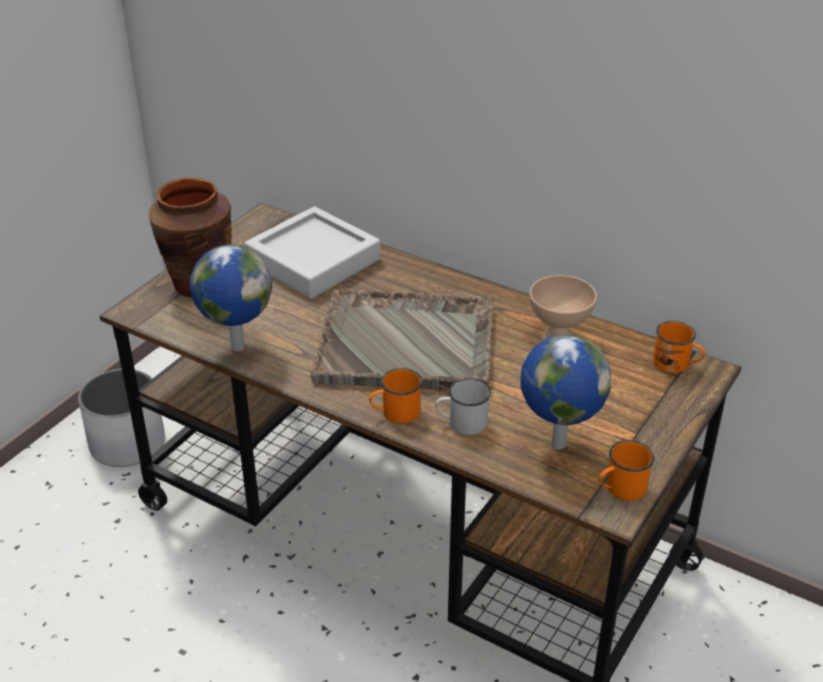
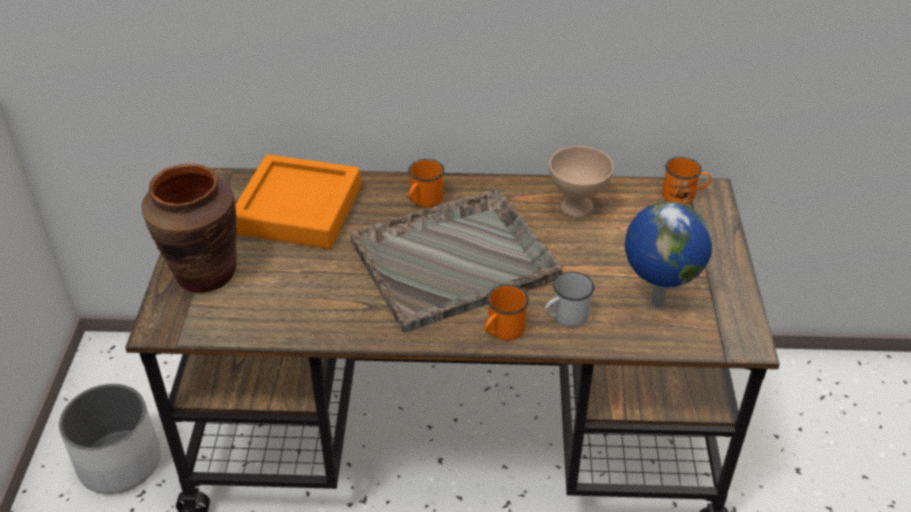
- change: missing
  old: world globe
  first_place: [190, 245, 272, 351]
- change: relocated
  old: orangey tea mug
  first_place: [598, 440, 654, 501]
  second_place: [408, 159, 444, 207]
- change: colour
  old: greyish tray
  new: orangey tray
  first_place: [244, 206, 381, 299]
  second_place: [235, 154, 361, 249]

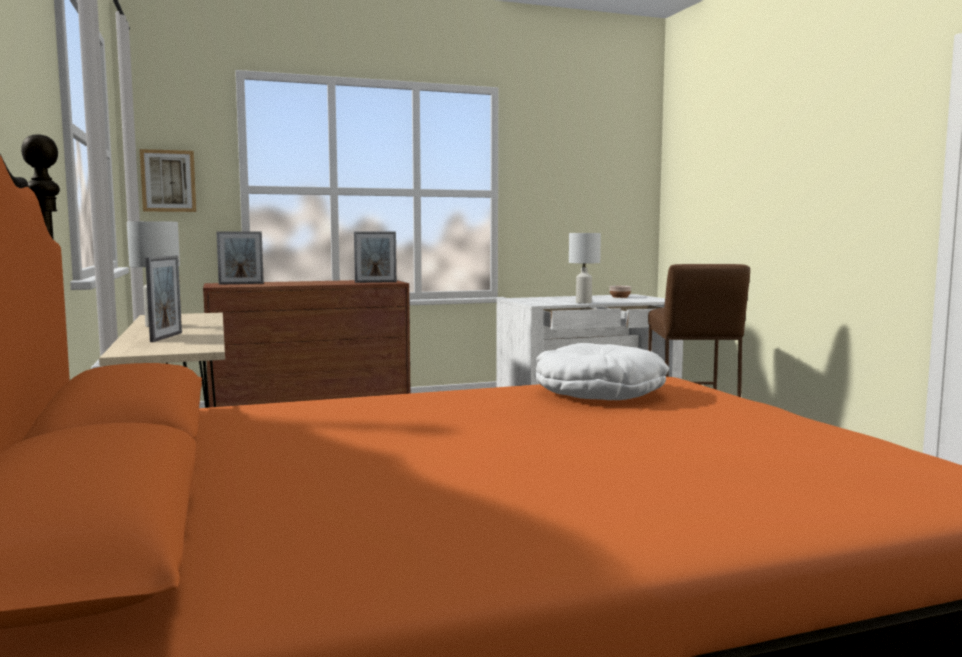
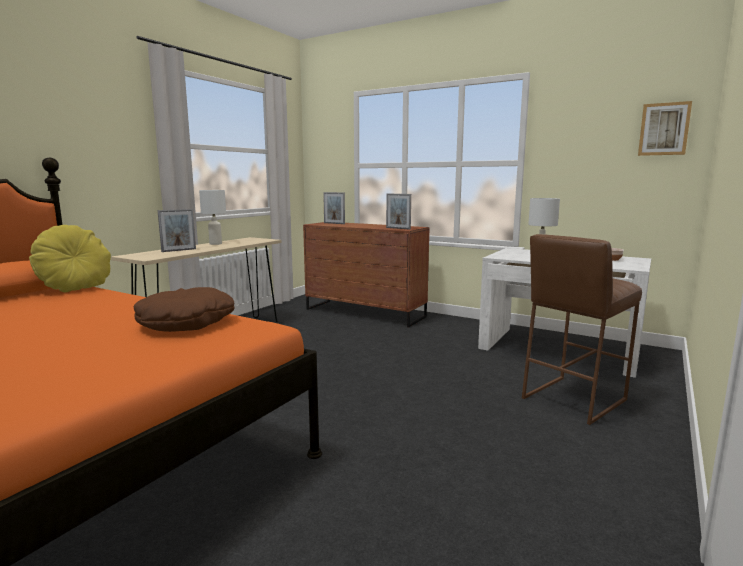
- change: appeared
  new: yellowish throw pillow
  second_place: [29, 225, 111, 292]
- change: relocated
  old: wall art
  first_place: [140, 149, 196, 212]
  second_place: [638, 101, 692, 156]
- change: colour
  old: whitish throw pillow
  new: brown throw pillow
  first_place: [535, 343, 669, 400]
  second_place: [134, 287, 235, 332]

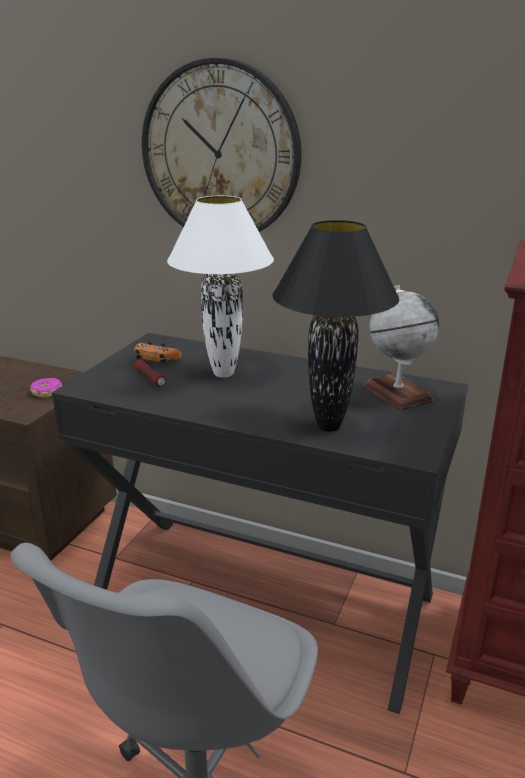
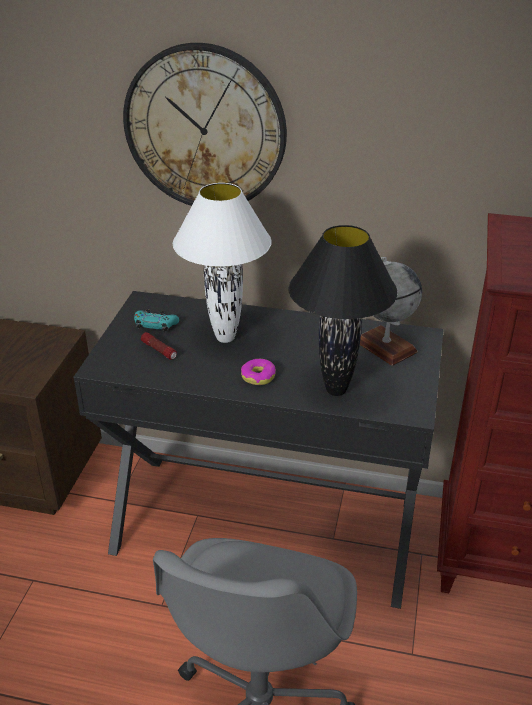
- change: relocated
  old: ring doughnut
  first_place: [30, 378, 62, 397]
  second_place: [241, 359, 276, 385]
- change: colour
  old: orangey game controller
  new: turquoise-coloured game controller
  first_place: [134, 341, 182, 364]
  second_place: [134, 309, 179, 332]

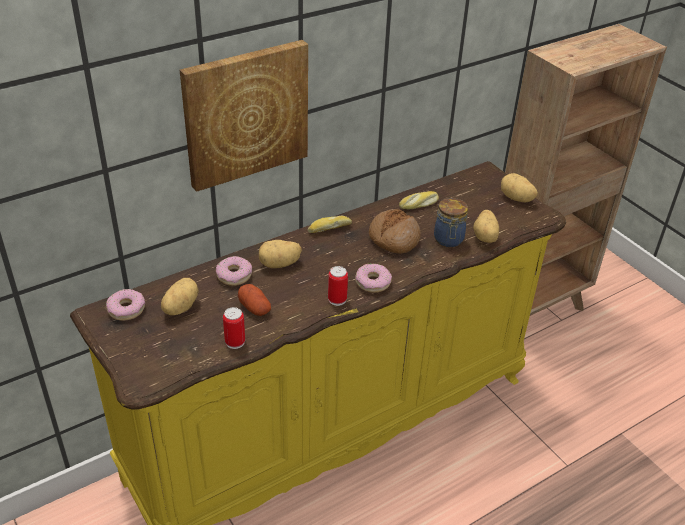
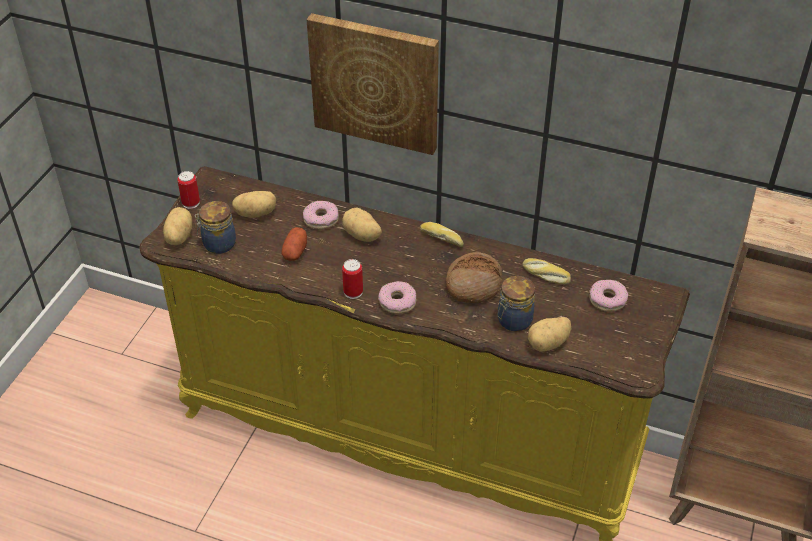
- change: appeared
  new: preserve jar
  second_place: [195, 201, 236, 254]
- change: relocated
  old: ring doughnut
  first_place: [106, 289, 145, 321]
  second_place: [589, 280, 628, 312]
- change: relocated
  old: sealed can
  first_place: [223, 307, 245, 349]
  second_place: [177, 171, 200, 209]
- change: relocated
  old: spud
  first_place: [501, 173, 538, 202]
  second_place: [163, 207, 193, 245]

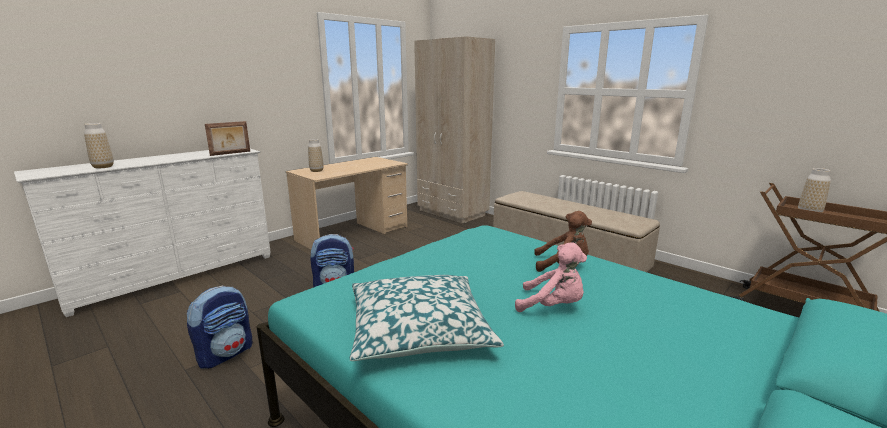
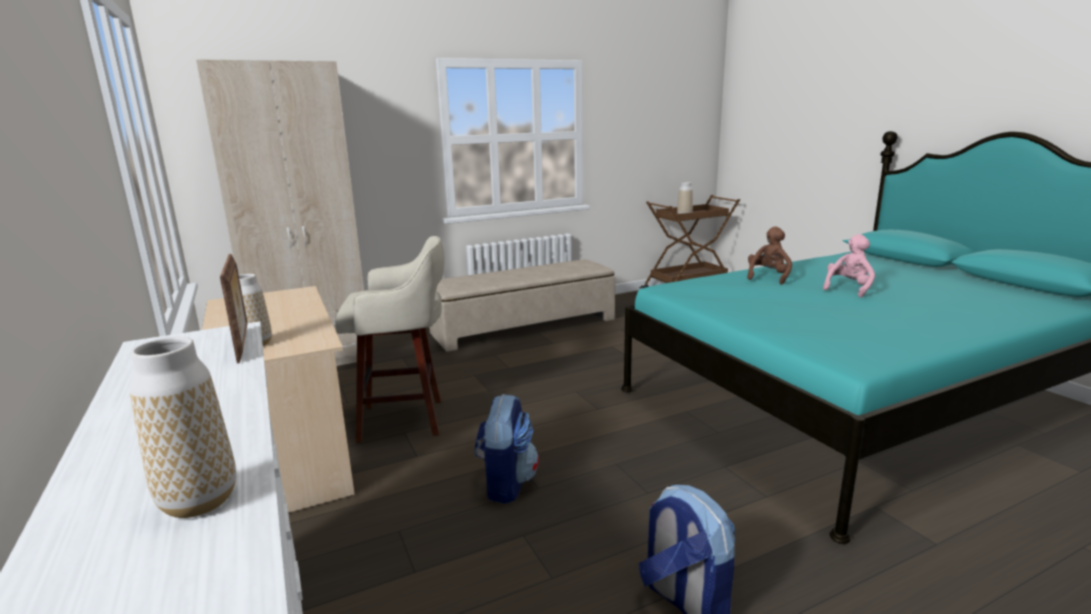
- change: missing
  old: throw pillow
  first_place: [350, 275, 504, 361]
- change: appeared
  new: sand-coloured stool seat
  second_place: [335, 236, 445, 443]

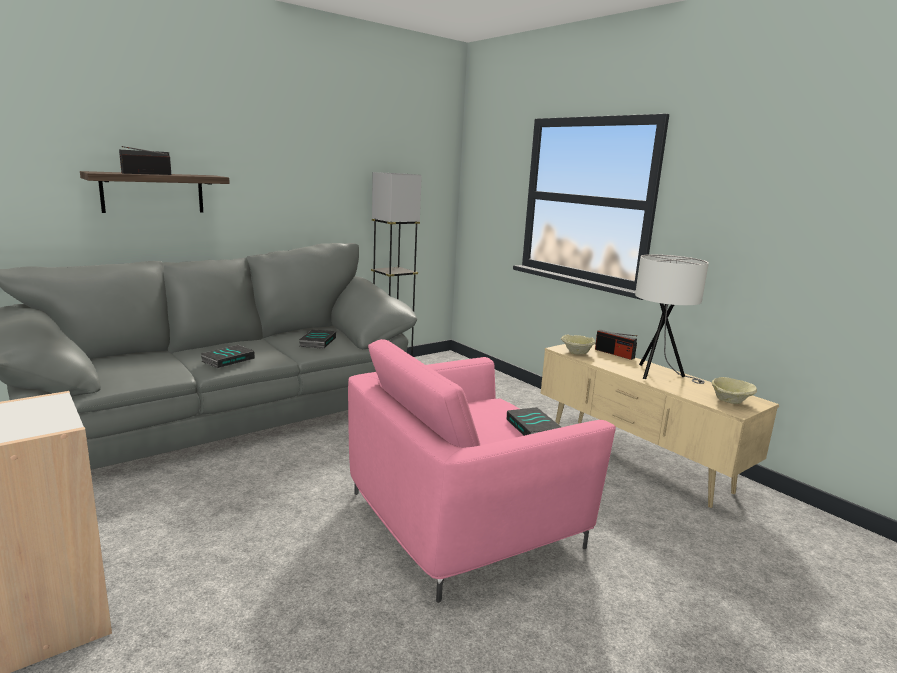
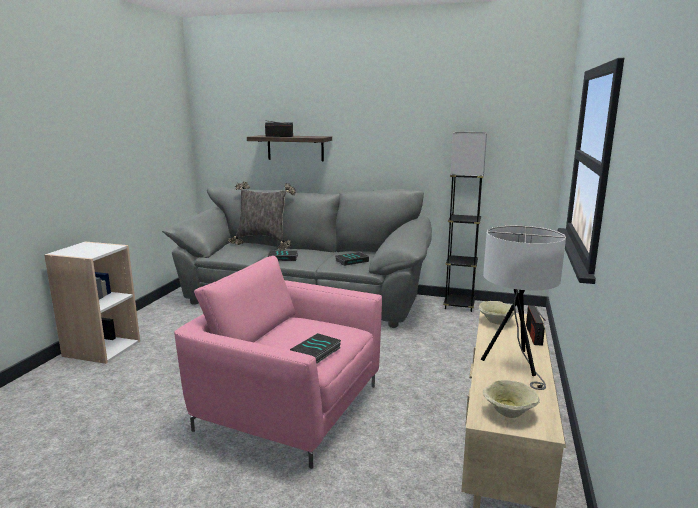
- change: appeared
  new: throw pillow
  second_place: [228, 182, 296, 250]

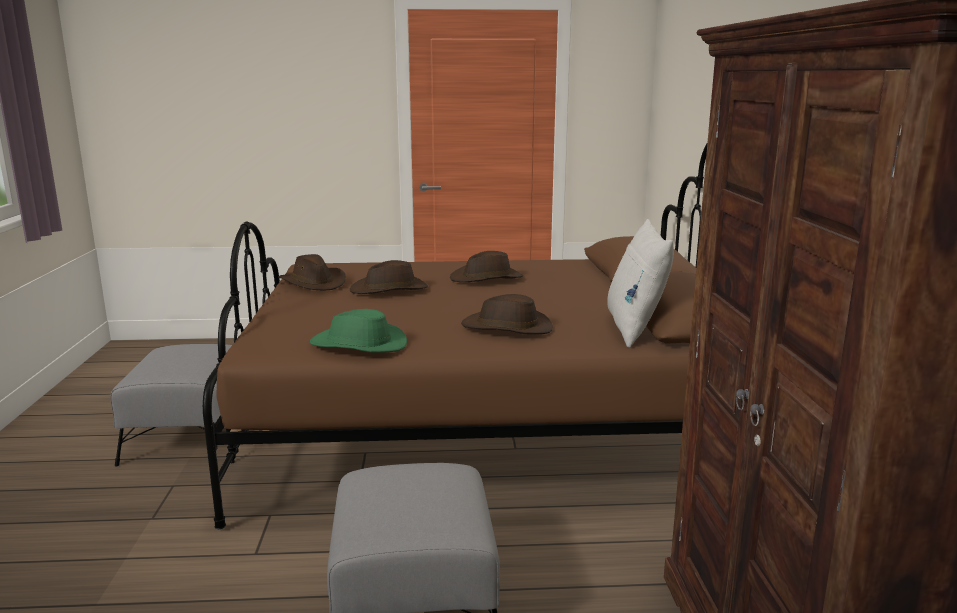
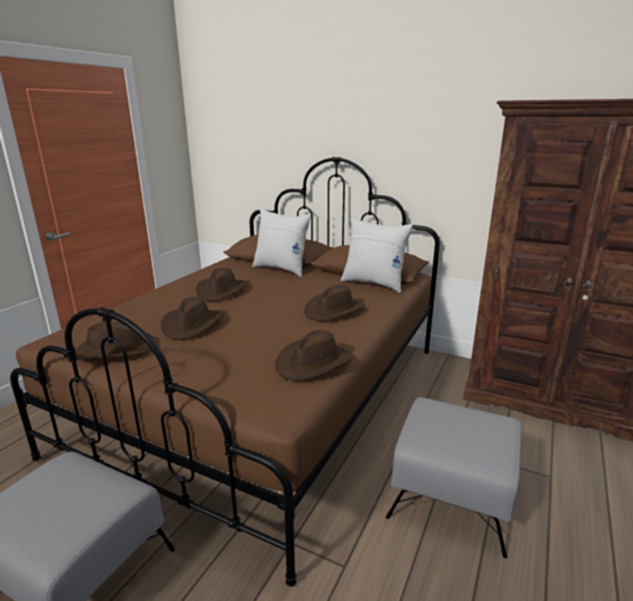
- change: appeared
  new: greyish throw pillow
  second_place: [252, 209, 311, 277]
- change: colour
  old: green-coloured hat
  new: brown hat
  first_place: [310, 309, 407, 352]
  second_place: [275, 330, 353, 381]

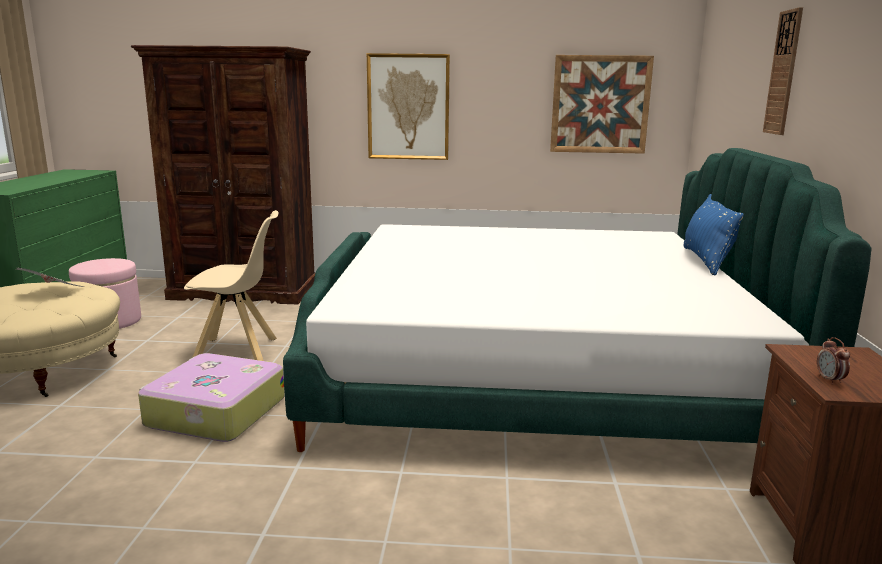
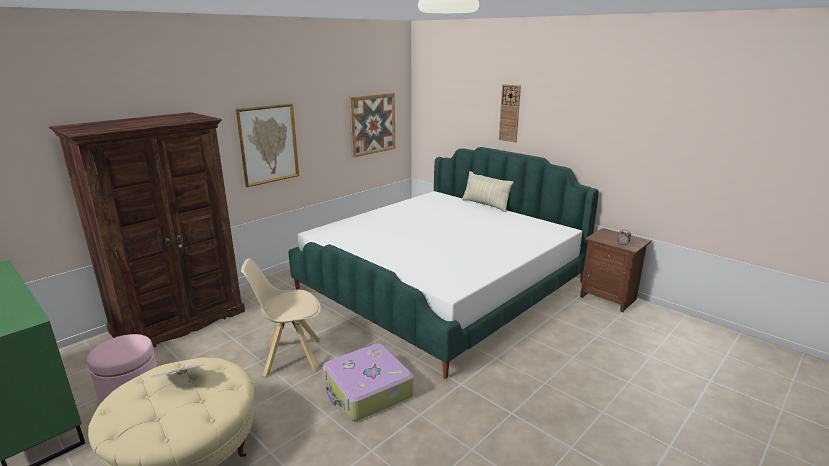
- change: colour
  old: blue-coloured throw pillow
  new: sand-coloured throw pillow
  first_place: [684, 194, 744, 275]
  second_place: [462, 171, 513, 212]
- change: spun
  old: sand-coloured plain chair
  first_place: [184, 210, 279, 361]
  second_place: [241, 258, 321, 377]
  degrees: -135

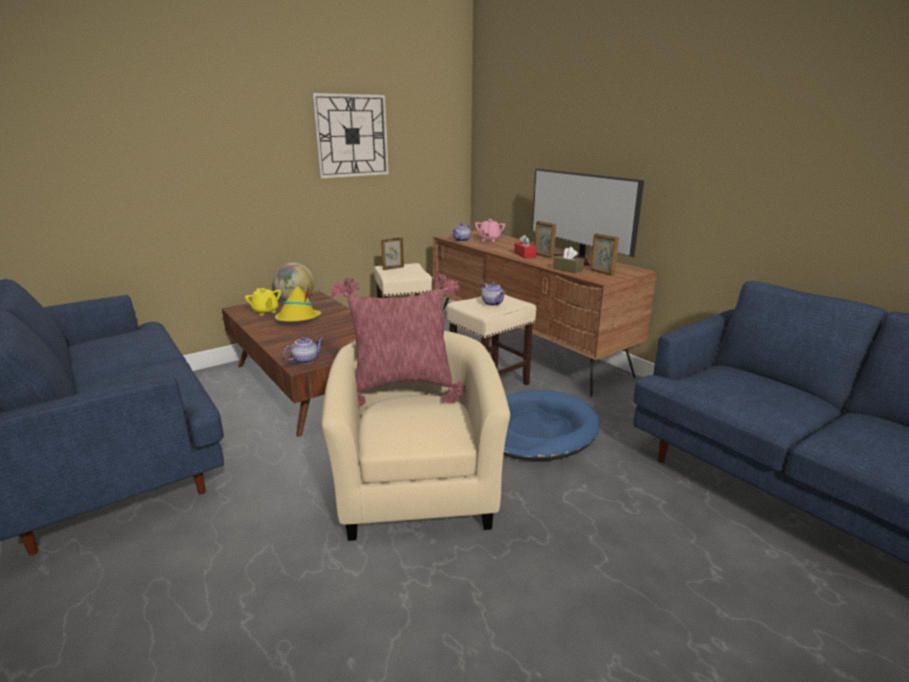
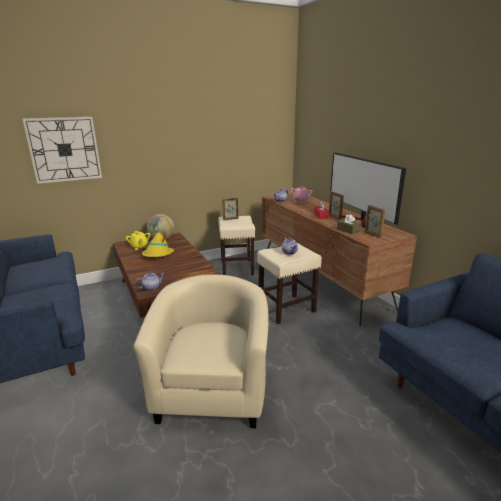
- change: missing
  old: red throw pillow
  first_place: [330, 273, 466, 406]
- change: missing
  old: blue-coloured dog cushion
  first_place: [504, 390, 599, 461]
- change: relocated
  old: clock on the wall
  first_place: [312, 93, 389, 178]
  second_place: [23, 117, 102, 184]

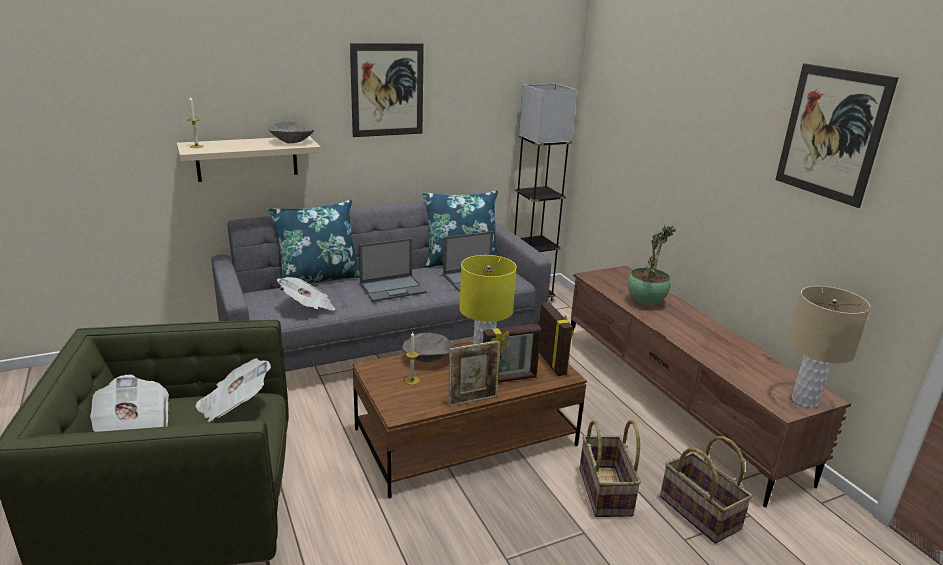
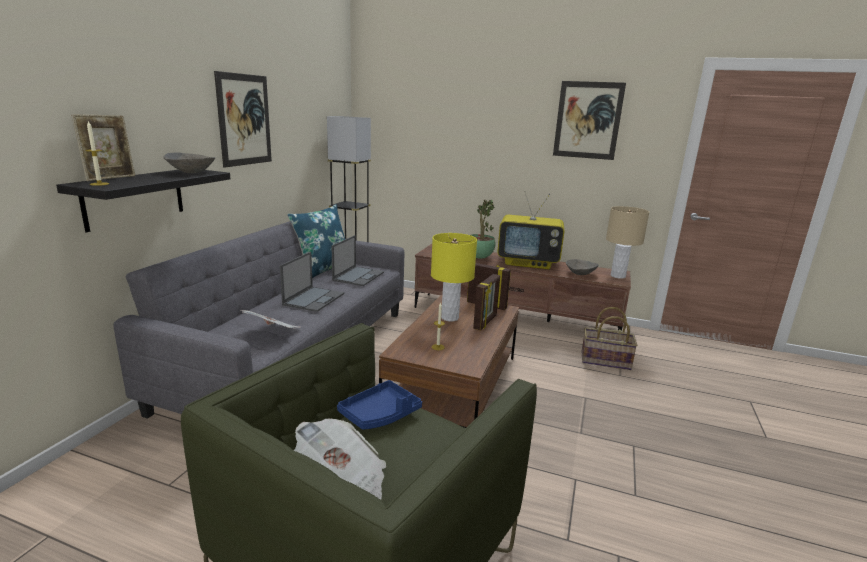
- change: missing
  old: blue-coloured throw pillow
  first_place: [269, 200, 360, 290]
- change: missing
  old: storage basket
  first_place: [579, 420, 641, 517]
- change: appeared
  new: TV
  second_place: [497, 191, 564, 269]
- change: relocated
  old: greyish serving bowl
  first_place: [402, 333, 453, 362]
  second_place: [566, 259, 599, 275]
- change: relocated
  old: standing frame
  first_place: [448, 341, 500, 407]
  second_place: [71, 114, 135, 181]
- change: exchanged
  old: newspaper
  new: blue-coloured tray
  first_place: [195, 358, 271, 422]
  second_place: [337, 380, 422, 430]
- change: colour
  old: sand-coloured shelf
  new: black shelf
  first_place: [177, 136, 321, 182]
  second_place: [56, 170, 230, 232]

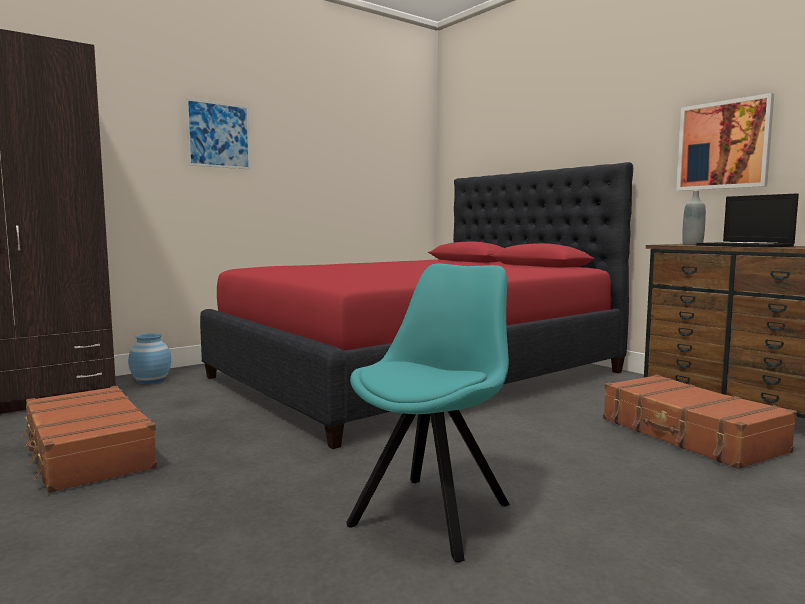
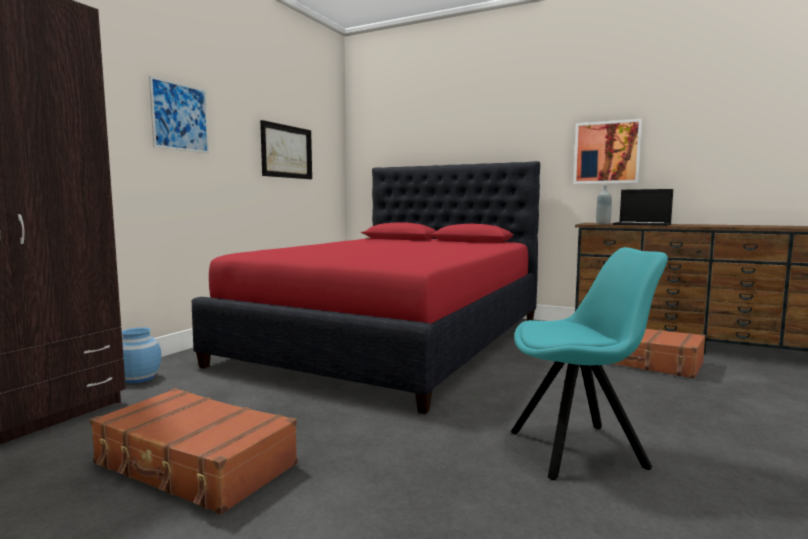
- change: appeared
  new: wall art
  second_place: [260, 120, 312, 179]
- change: spun
  old: turquoise-coloured plain chair
  first_place: [346, 263, 510, 562]
  second_place: [511, 247, 668, 480]
  degrees: 75

